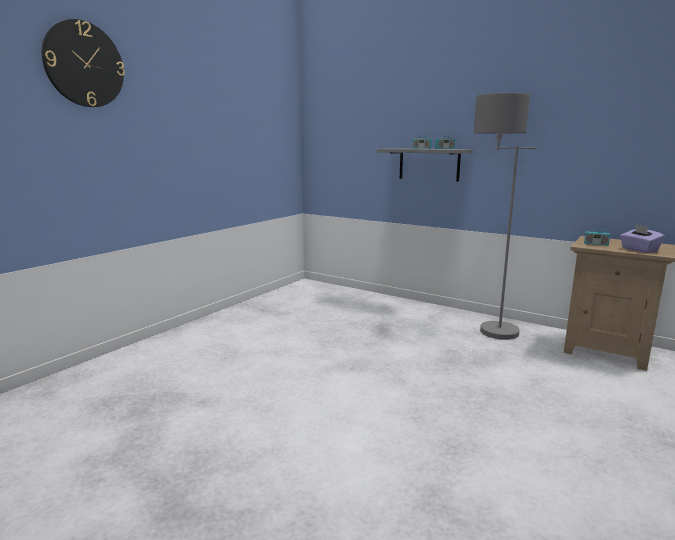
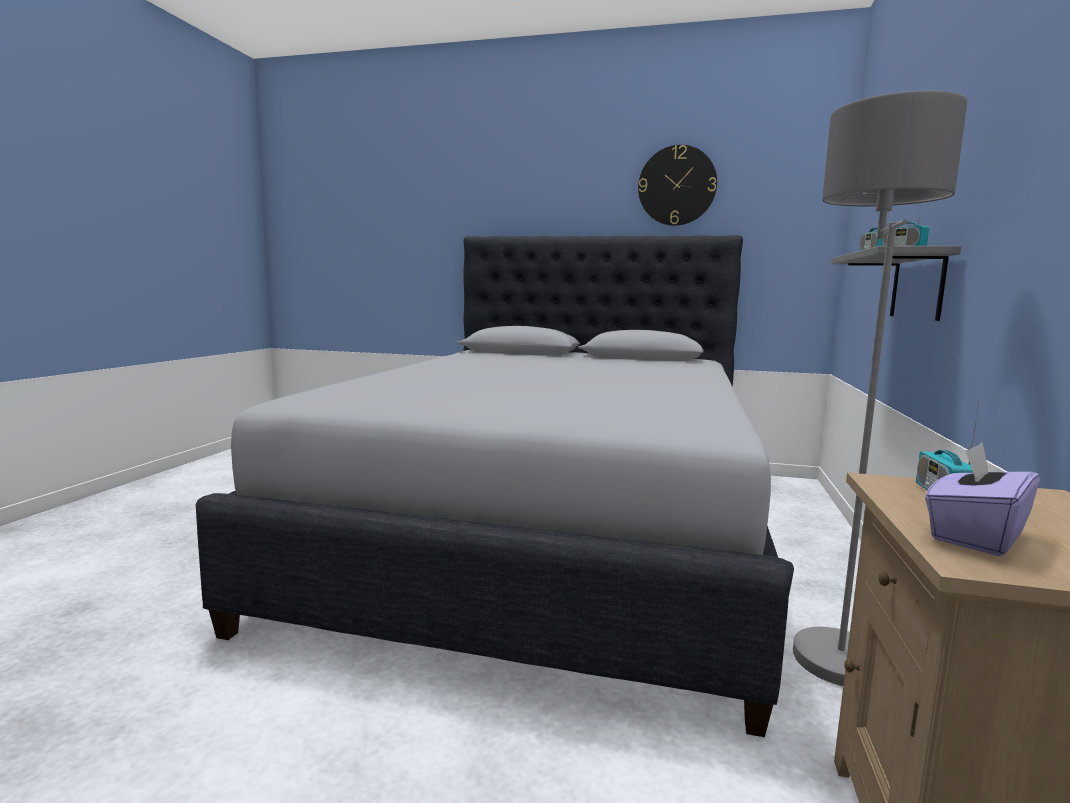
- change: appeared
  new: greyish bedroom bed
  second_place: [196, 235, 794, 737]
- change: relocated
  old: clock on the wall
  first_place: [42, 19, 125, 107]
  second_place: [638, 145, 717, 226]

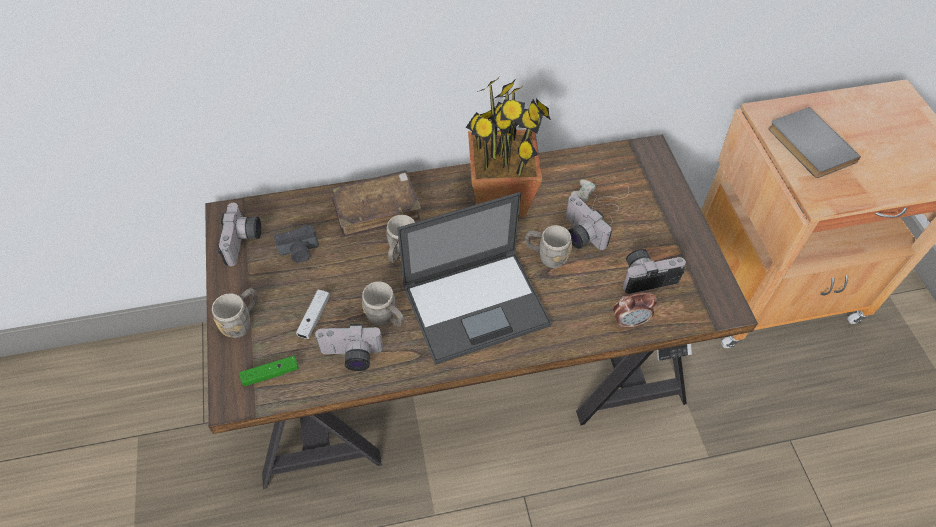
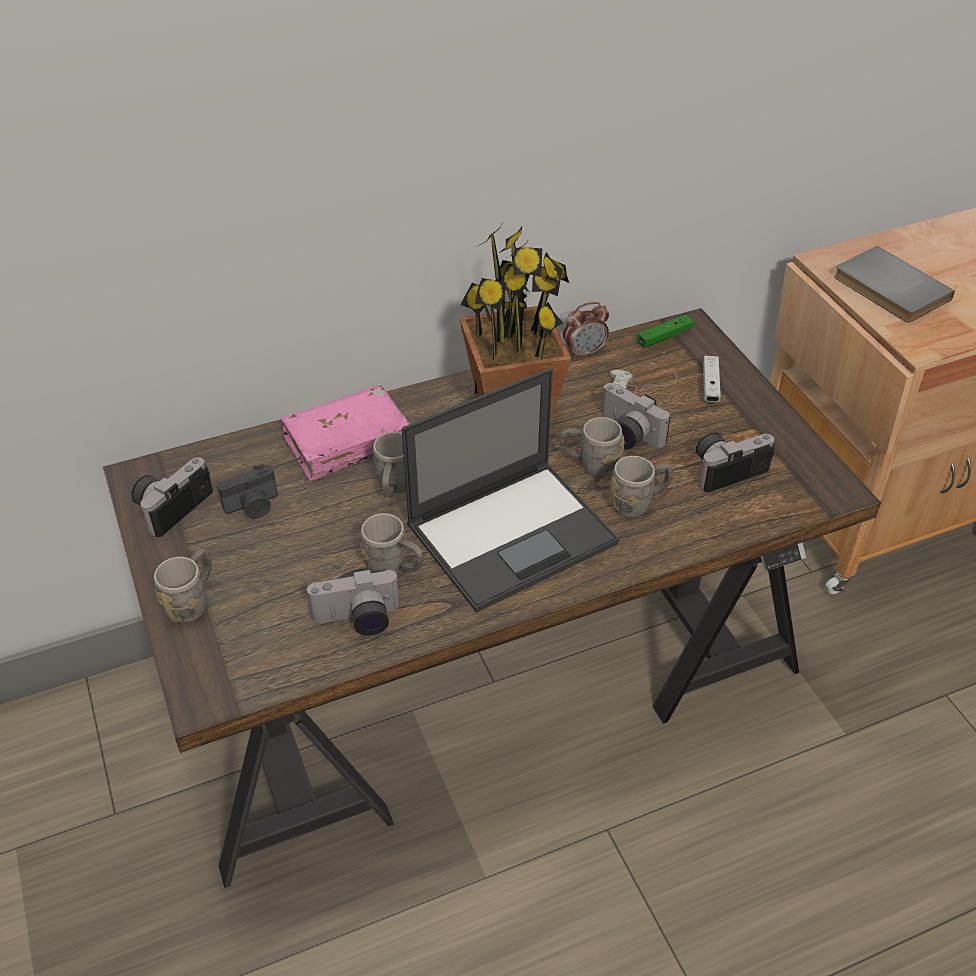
- change: appeared
  new: greyish tea mug
  second_place: [610, 456, 673, 518]
- change: relocated
  old: green-coloured game controller
  first_place: [239, 356, 299, 386]
  second_place: [637, 315, 694, 348]
- change: relocated
  old: whitish game controller
  first_place: [296, 290, 330, 339]
  second_place: [703, 356, 721, 402]
- change: relocated
  old: table clock
  first_place: [613, 292, 657, 328]
  second_place: [563, 302, 609, 359]
- change: colour
  old: brown bound book
  new: pinkish bound book
  first_place: [330, 170, 421, 238]
  second_place: [281, 385, 409, 481]
- change: spun
  old: photo camera
  first_place: [218, 203, 261, 266]
  second_place: [131, 457, 213, 537]
  degrees: -135

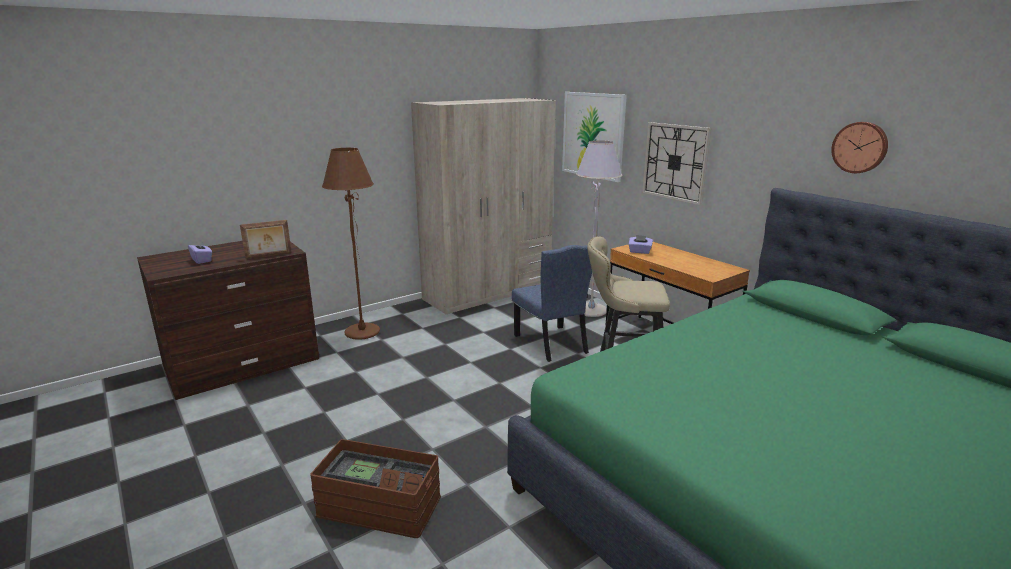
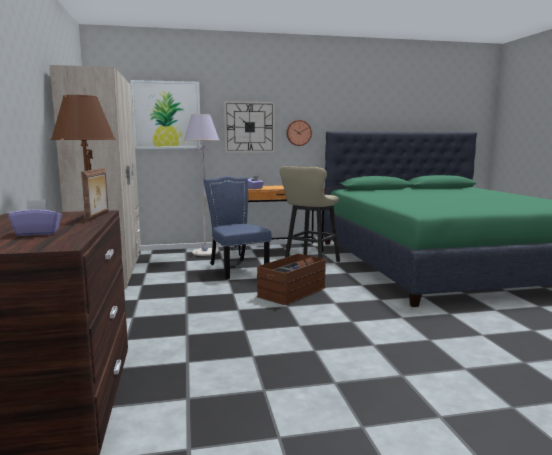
- change: relocated
  old: brown storage container
  first_place: [310, 439, 441, 538]
  second_place: [257, 254, 326, 305]
- change: relocated
  old: clock on the wall
  first_place: [831, 122, 888, 173]
  second_place: [286, 120, 312, 146]
- change: spun
  old: blue-coloured plain chair
  first_place: [512, 245, 592, 362]
  second_place: [204, 176, 272, 279]
  degrees: -120

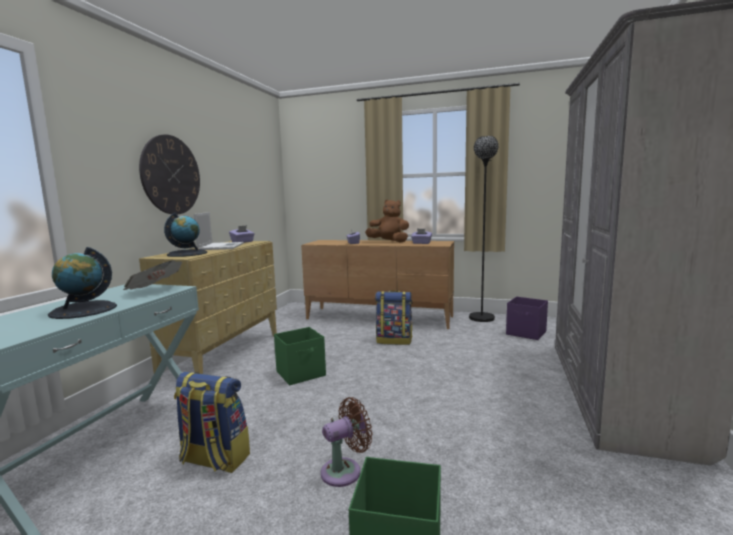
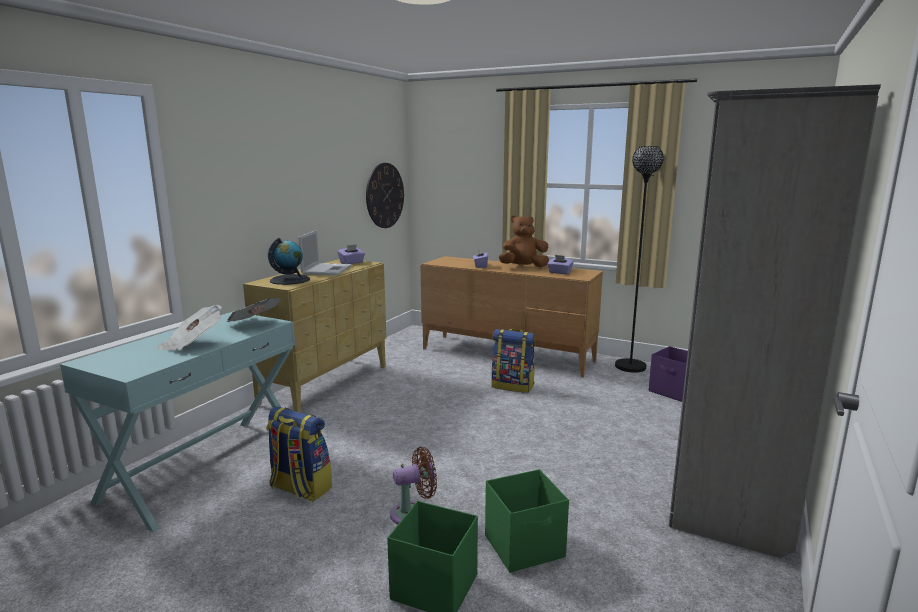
- change: relocated
  old: clock on the wall
  first_place: [139, 135, 200, 214]
  second_place: [366, 163, 404, 228]
- change: relocated
  old: green-coloured storage container
  first_place: [274, 327, 326, 385]
  second_place: [485, 469, 569, 573]
- change: exchanged
  old: world globe
  new: newspaper
  first_place: [48, 247, 117, 319]
  second_place: [158, 305, 222, 351]
- change: spun
  old: brown cuddly toy
  first_place: [365, 200, 409, 243]
  second_place: [499, 215, 549, 267]
  degrees: -45

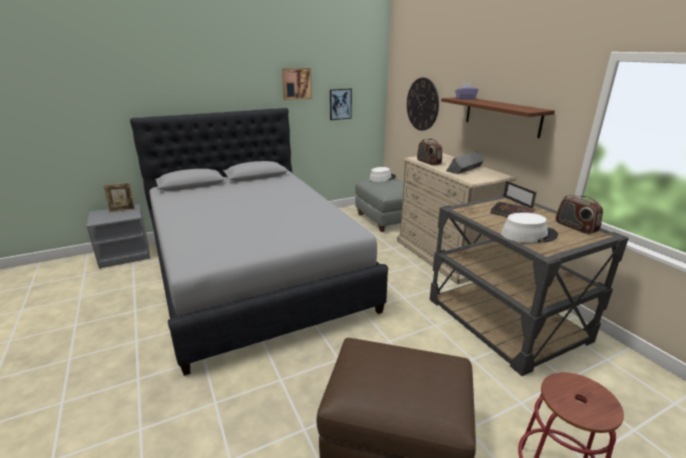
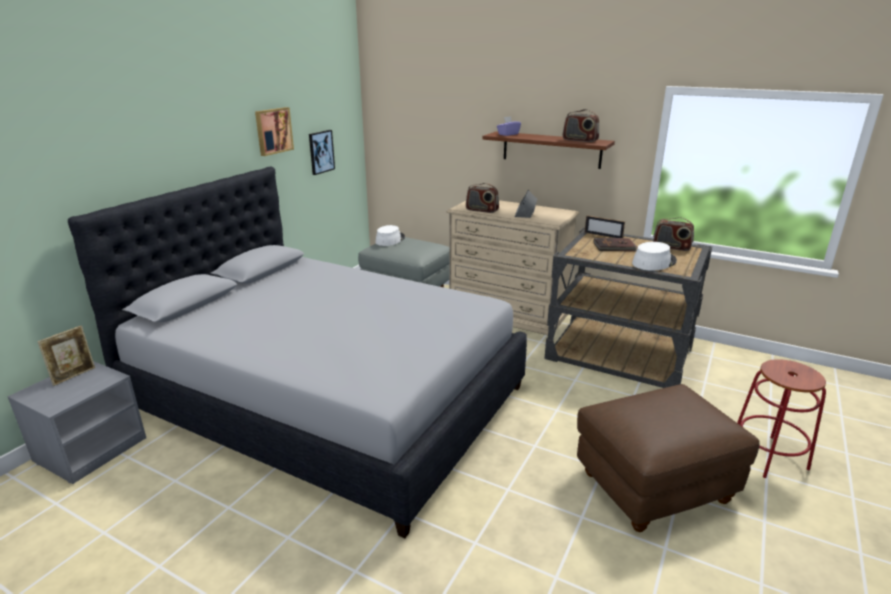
- change: missing
  old: clock on the wall
  first_place: [407, 78, 439, 131]
- change: appeared
  new: radio set
  second_place: [563, 109, 599, 142]

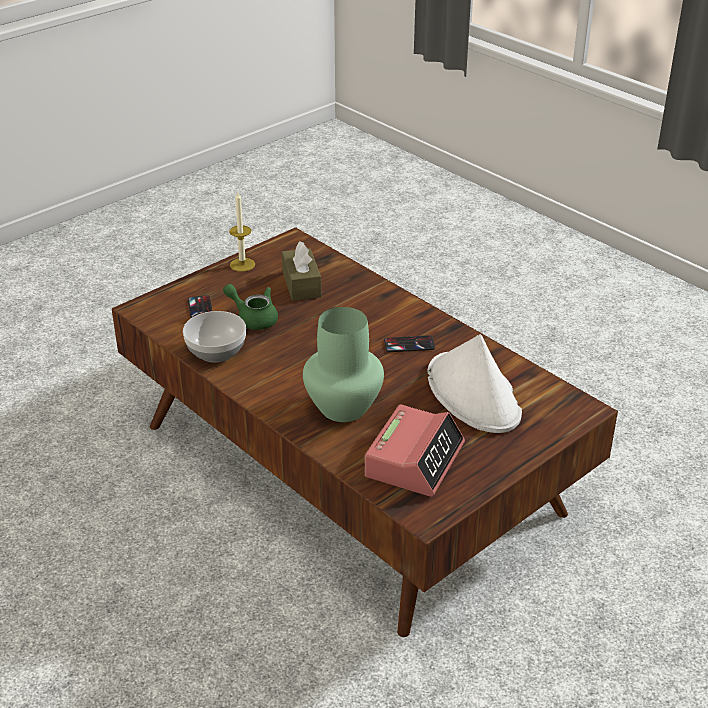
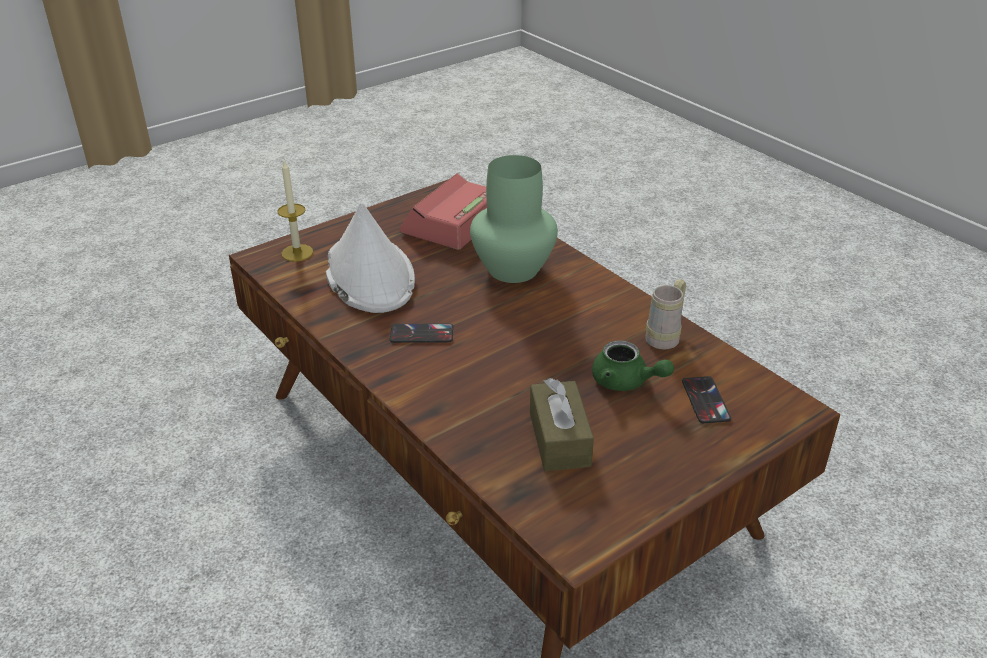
- change: relocated
  old: wax candle
  first_place: [229, 191, 255, 272]
  second_place: [277, 159, 313, 262]
- change: exchanged
  old: serving bowl
  new: sand-coloured tea mug
  first_place: [183, 311, 246, 363]
  second_place: [645, 279, 686, 350]

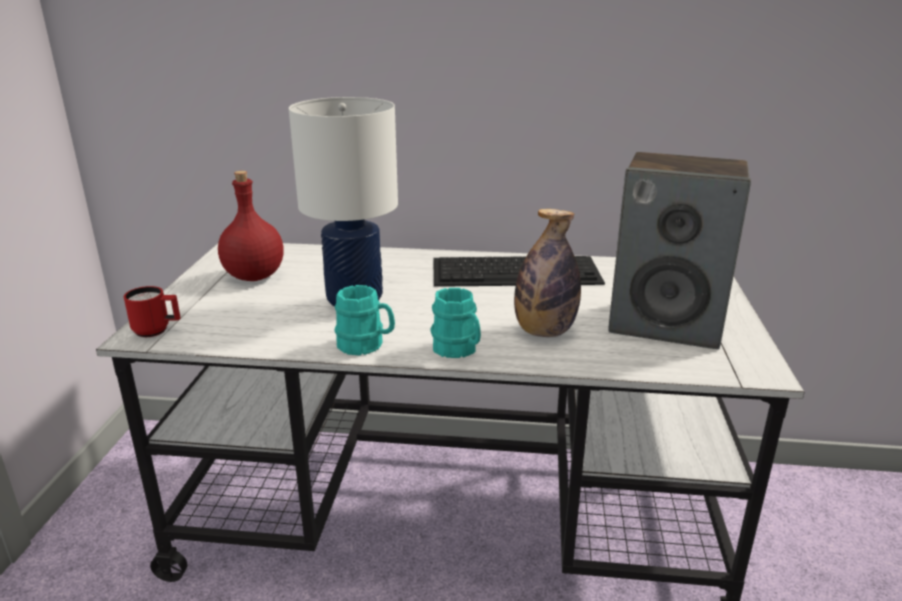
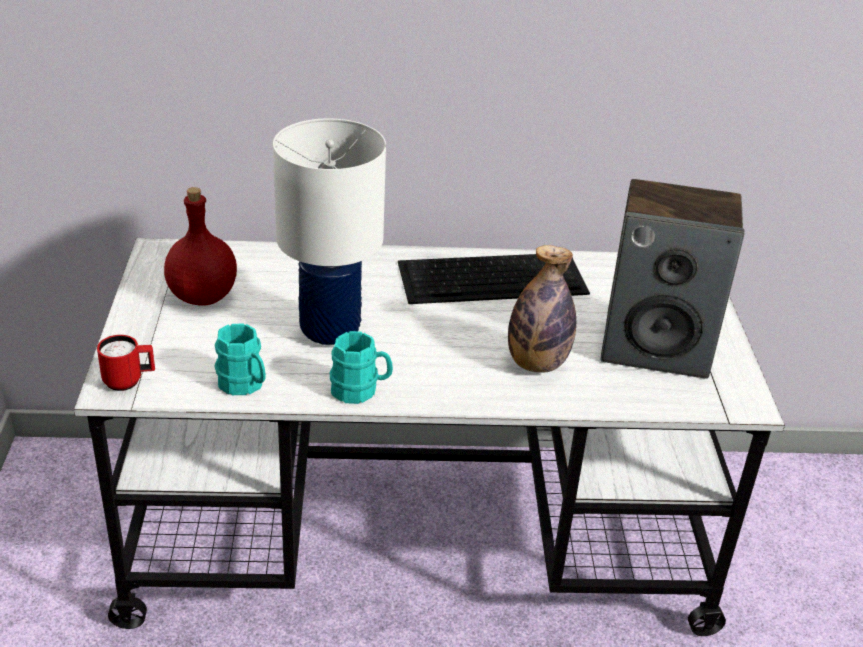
- change: relocated
  old: turquoise-coloured tea mug
  first_place: [430, 288, 481, 358]
  second_place: [214, 324, 266, 395]

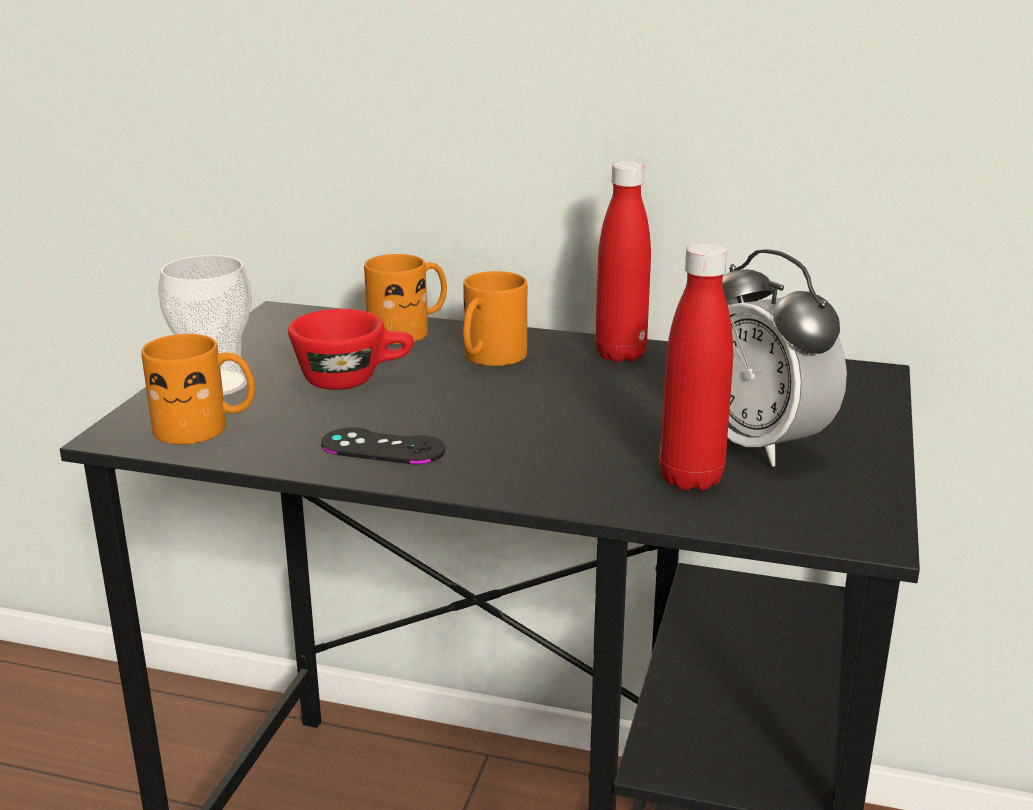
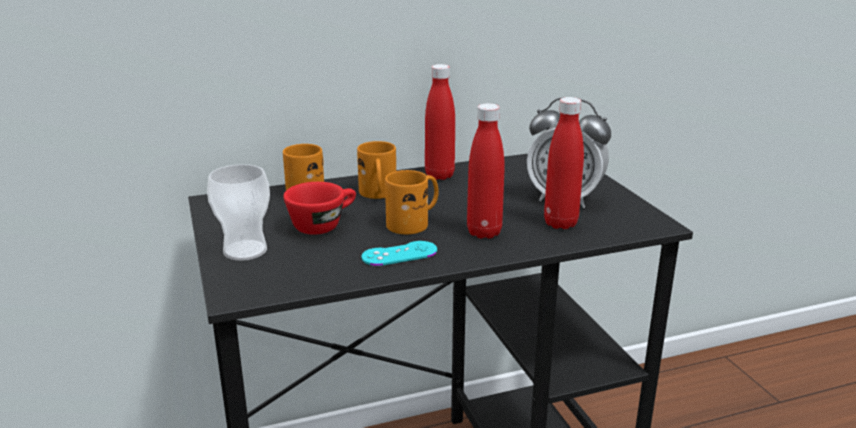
- change: appeared
  new: red beverage bottle
  second_place: [467, 103, 505, 239]
- change: relocated
  old: orangey tea mug
  first_place: [141, 334, 255, 445]
  second_place: [385, 170, 439, 234]
- change: colour
  old: black game controller
  new: turquoise-coloured game controller
  first_place: [321, 427, 445, 464]
  second_place: [361, 241, 437, 266]

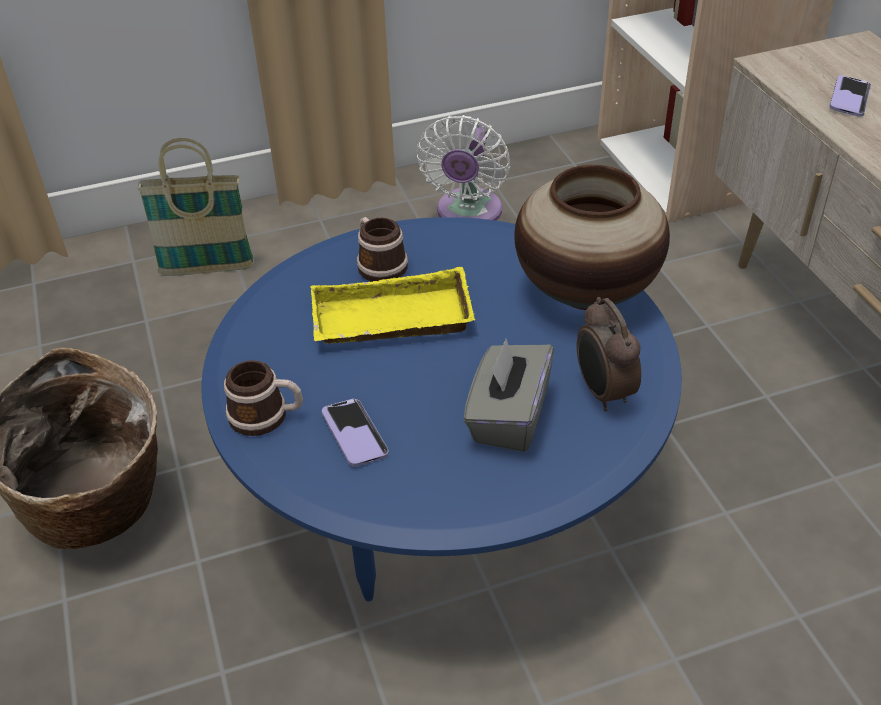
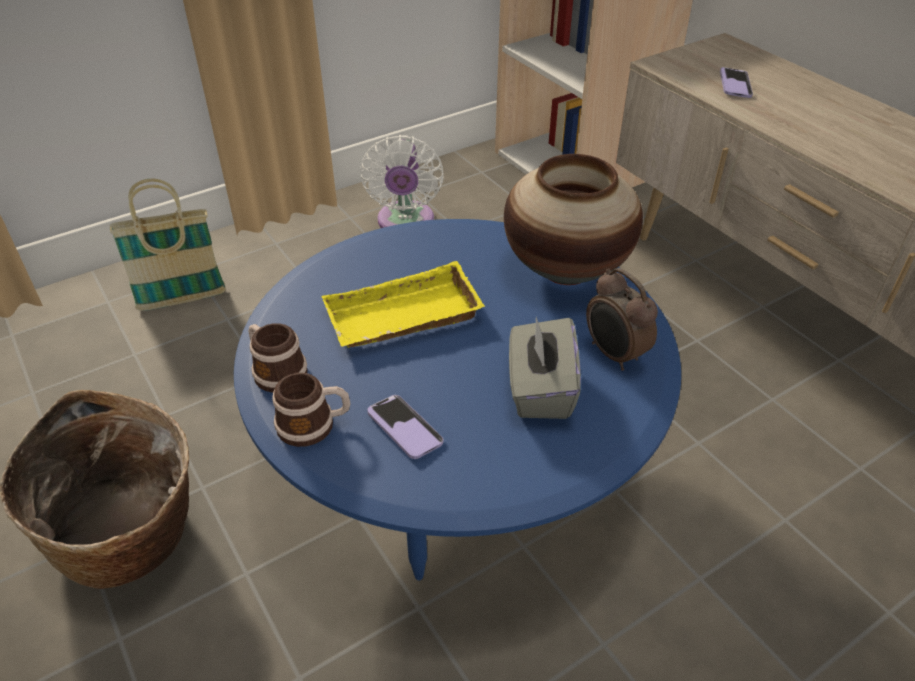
- change: relocated
  old: tea mug
  first_place: [357, 217, 408, 282]
  second_place: [248, 323, 308, 393]

